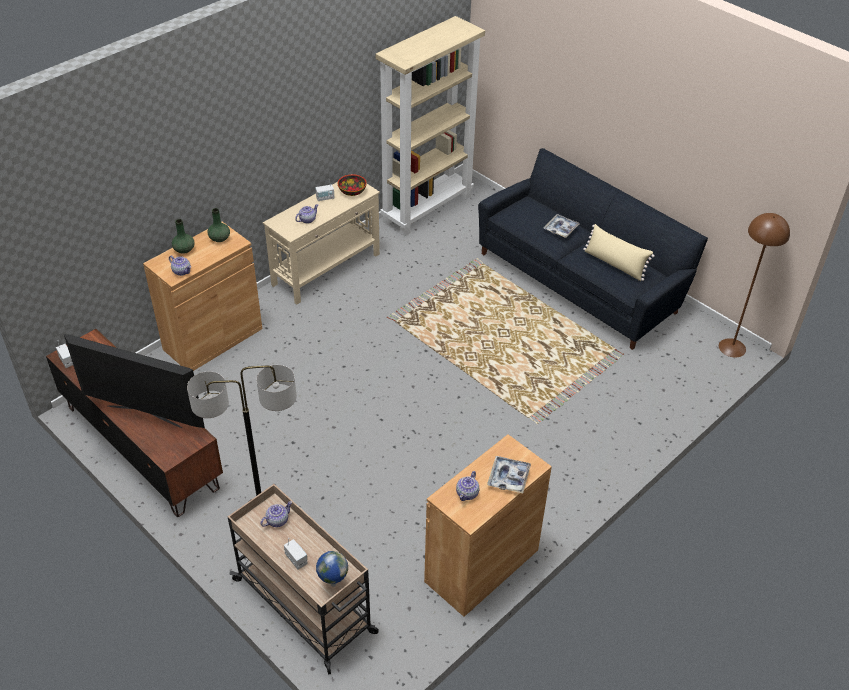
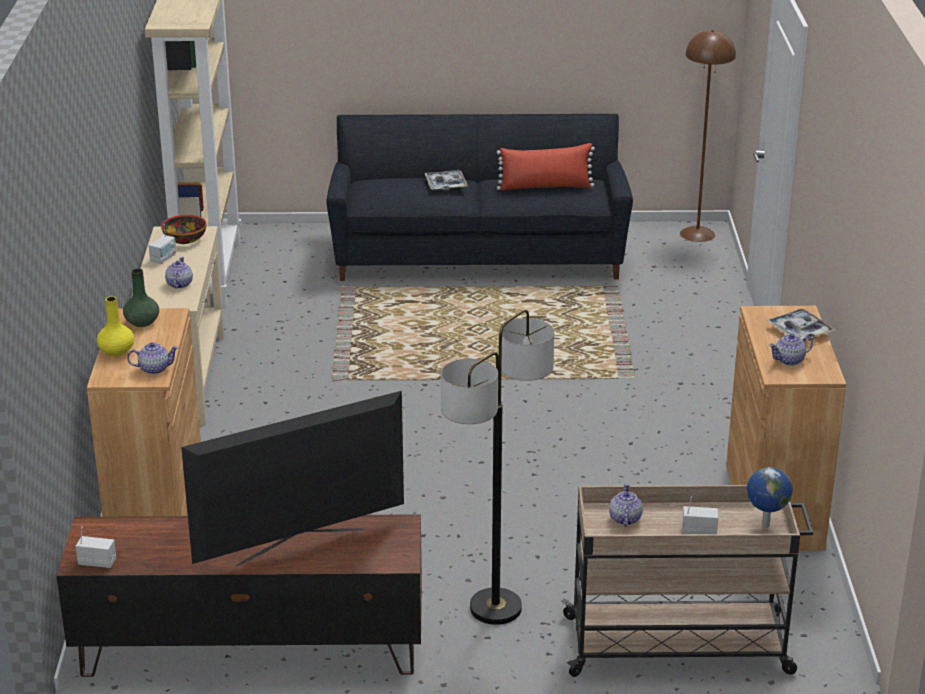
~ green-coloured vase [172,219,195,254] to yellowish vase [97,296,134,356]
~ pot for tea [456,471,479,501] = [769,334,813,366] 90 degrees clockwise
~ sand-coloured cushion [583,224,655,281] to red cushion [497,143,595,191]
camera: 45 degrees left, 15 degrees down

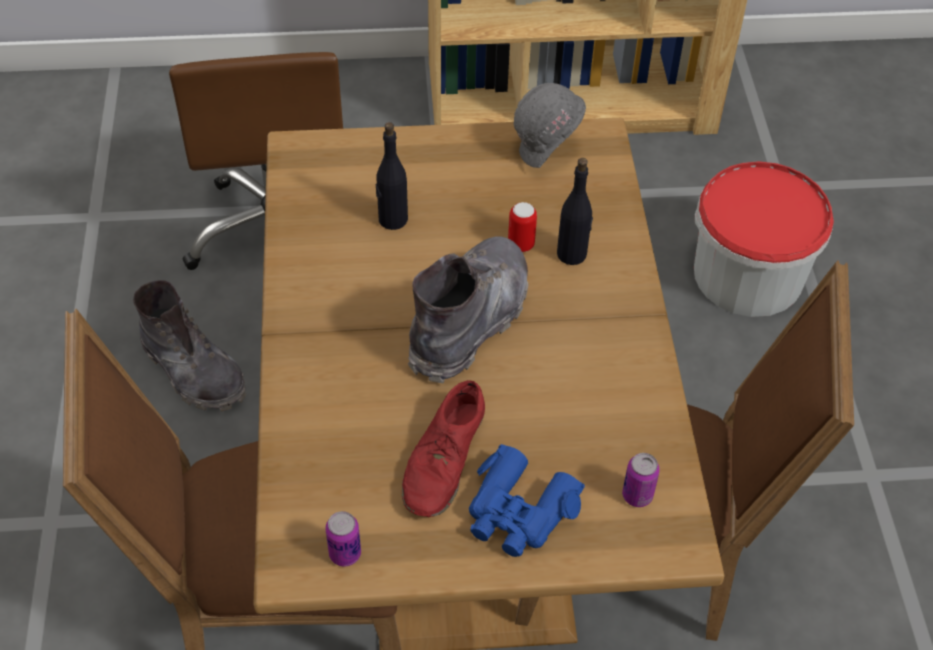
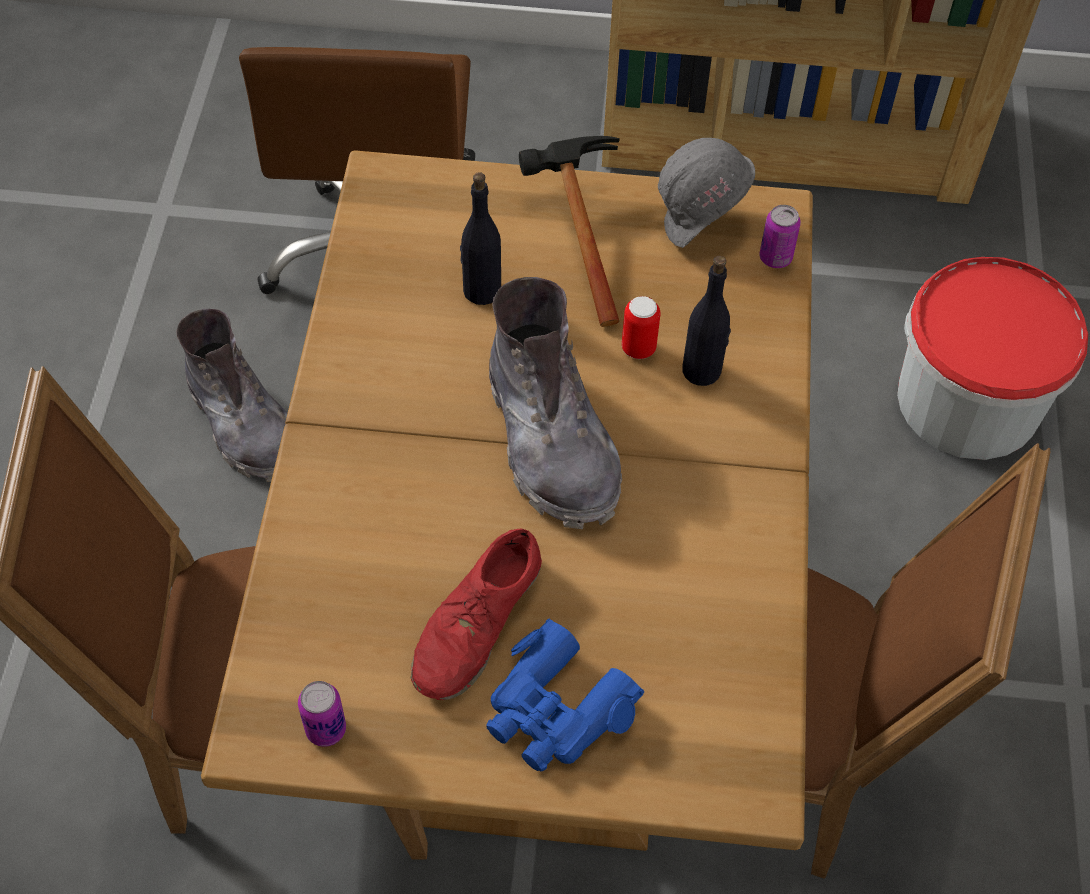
~ greyish tall boot [408,236,529,384] = [489,277,622,529] 120 degrees clockwise
~ can [622,453,660,507] to [759,205,801,268]
+ hammer [519,136,620,327]
camera: 10 degrees right, 5 degrees up

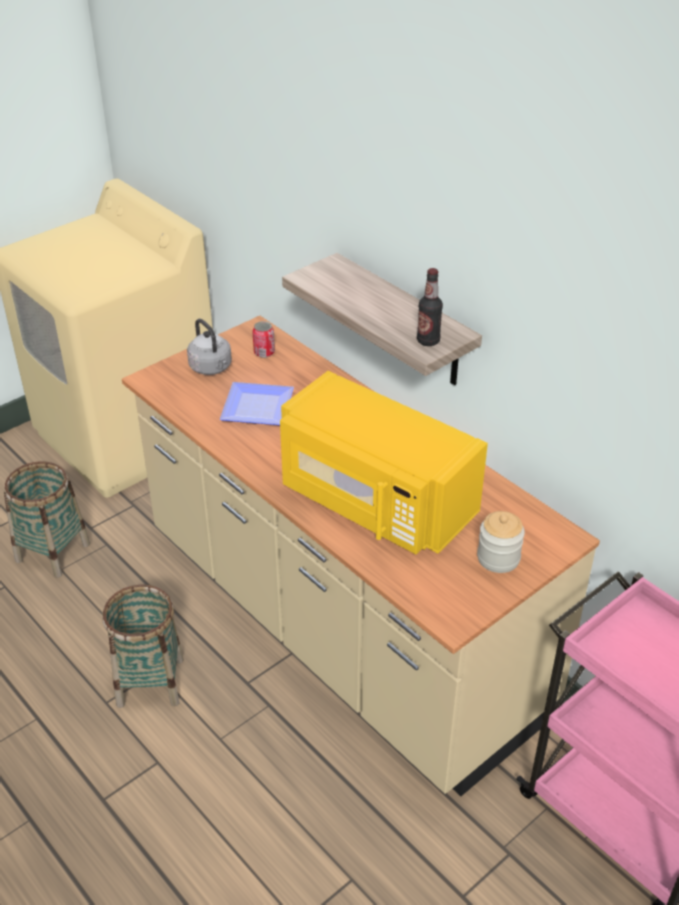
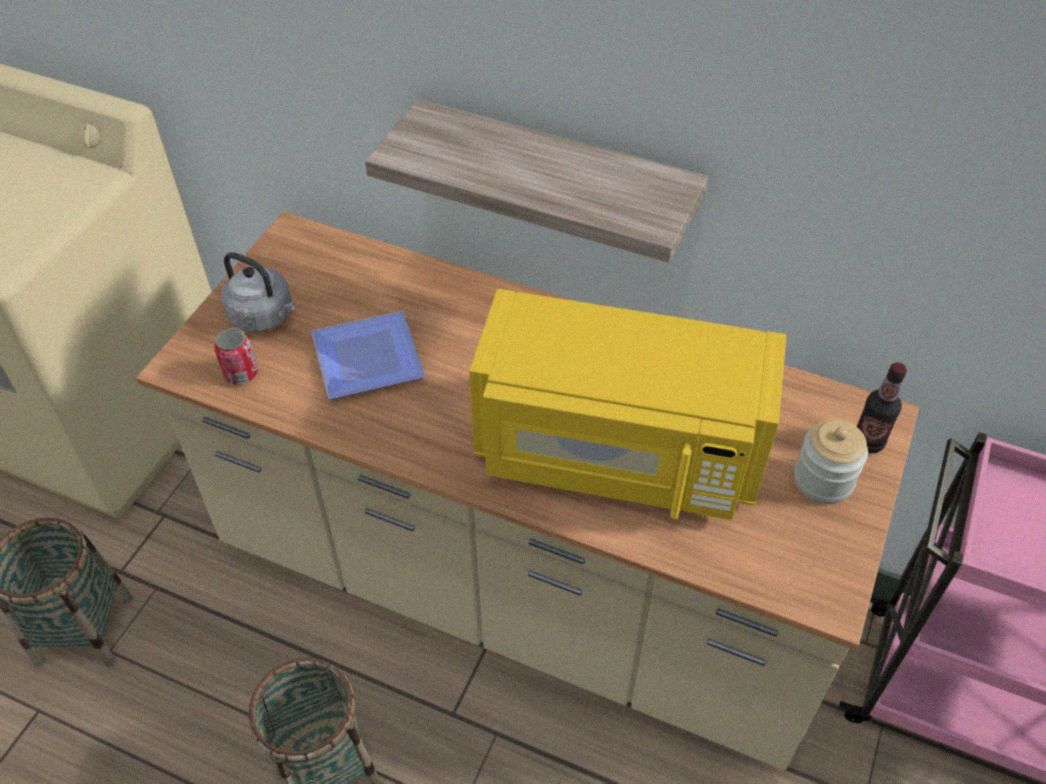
~ can [252,321,275,358] to [214,328,258,385]
~ bottle [417,268,443,346] to [857,362,907,453]
camera: 25 degrees left, 10 degrees up

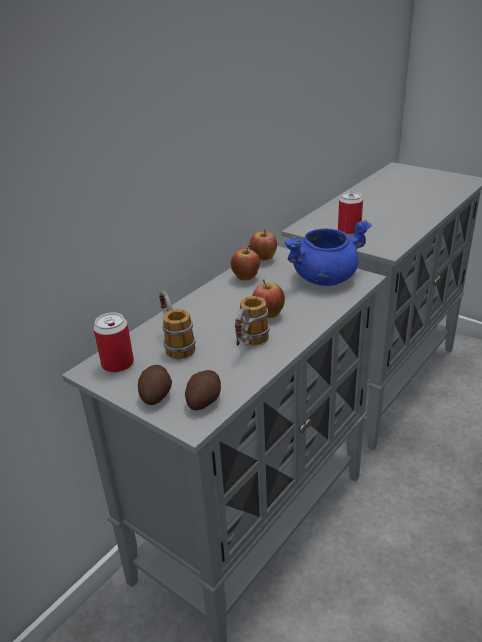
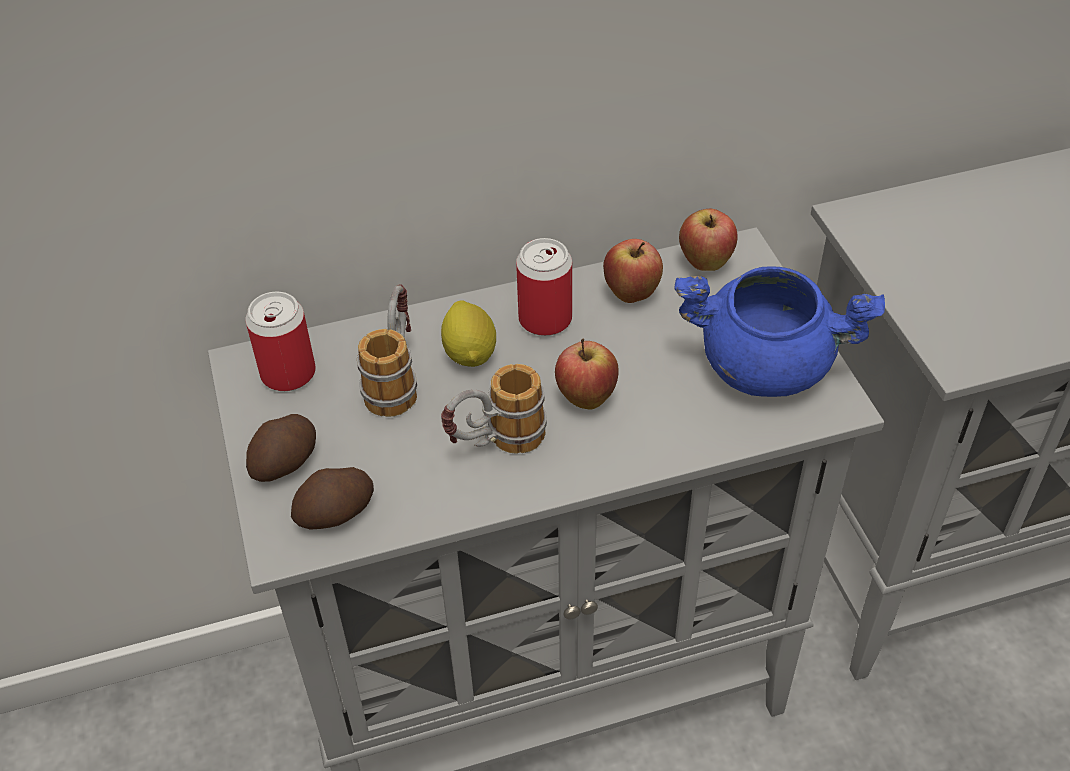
~ can [338,191,363,235] to [516,238,572,336]
+ citrus fruit [441,300,496,367]
camera: 35 degrees right, 15 degrees up

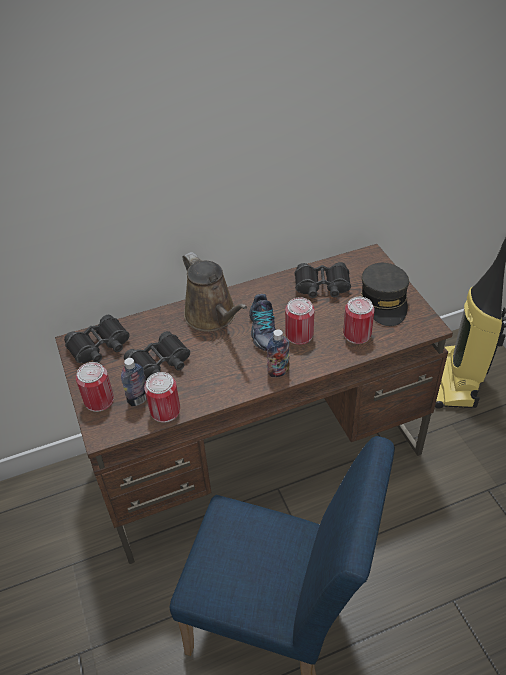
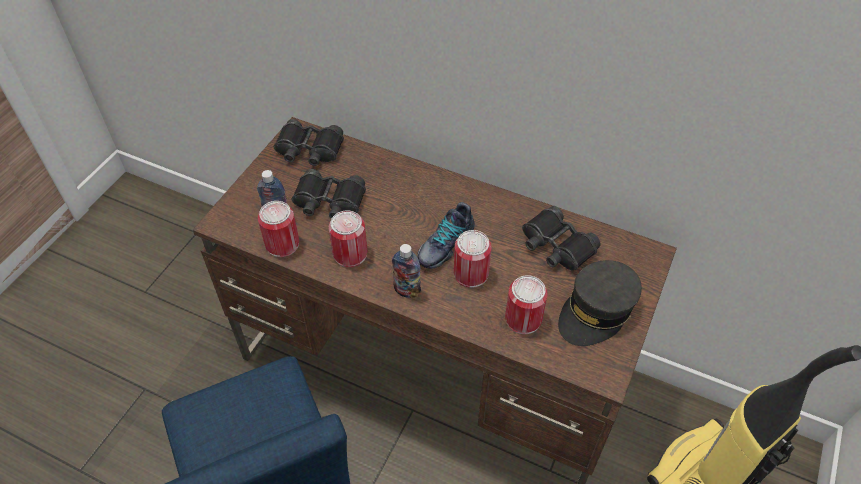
~ can [76,362,114,412] to [329,210,367,267]
- brown-coloured watering can [183,252,247,332]
camera: 45 degrees right, 5 degrees up

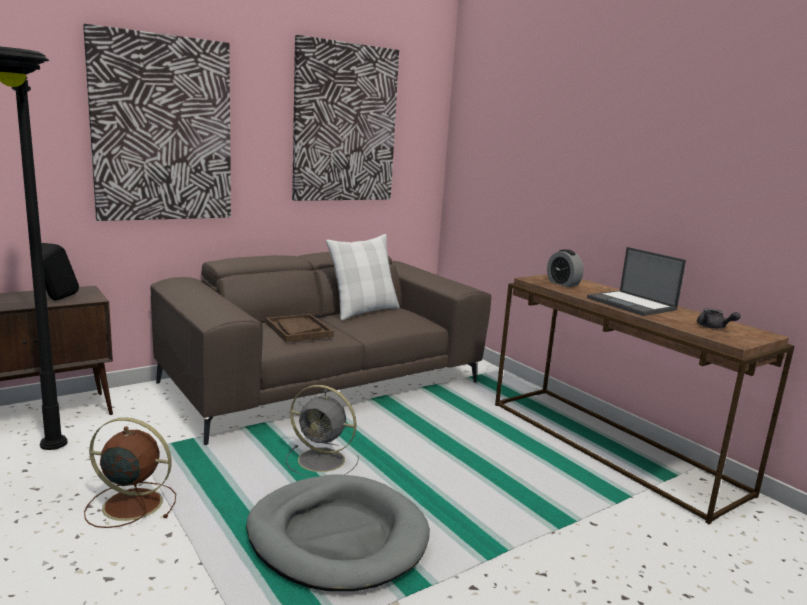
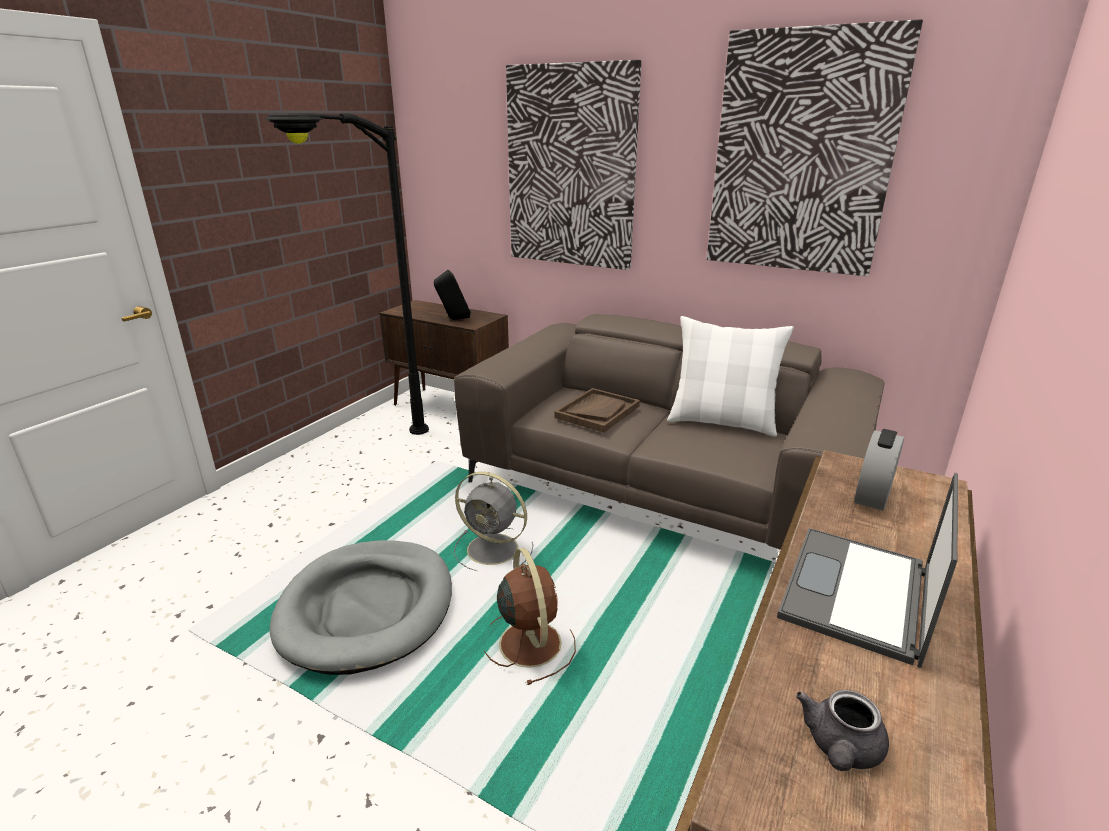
~ brown-coloured fan [84,417,176,528] to [484,548,576,685]
~ greyish fan [286,385,359,477] = [454,472,533,571] 60 degrees counterclockwise
camera: 65 degrees right, 10 degrees up

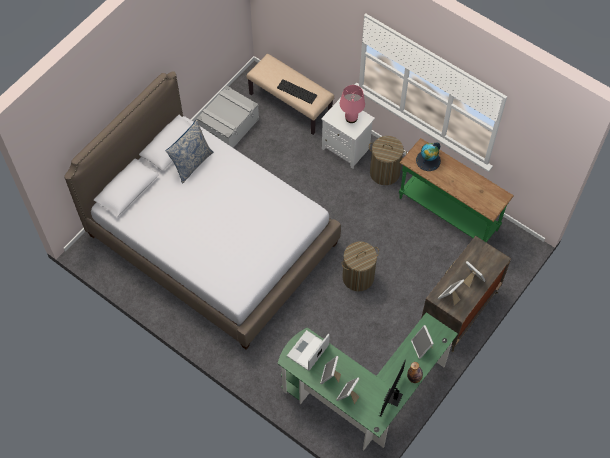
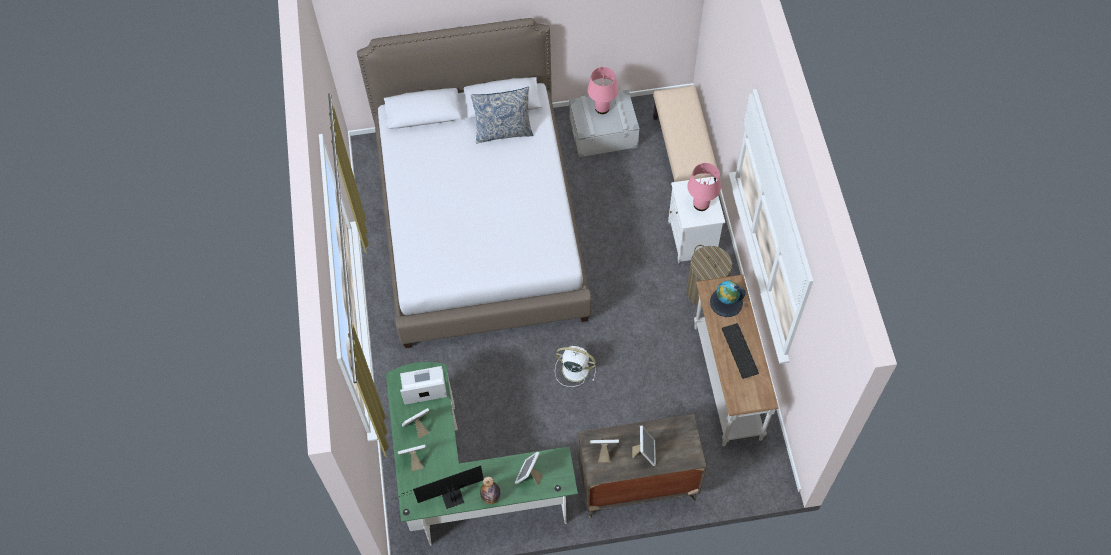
~ keyboard [277,79,317,104] to [722,323,759,379]
~ hamper [341,241,379,291] to white fan [555,346,596,387]
~ green-coloured console table [399,138,514,243] to white console table [694,274,779,447]
+ pink lamp for a table [588,67,618,114]
camera: 45 degrees right, 0 degrees up

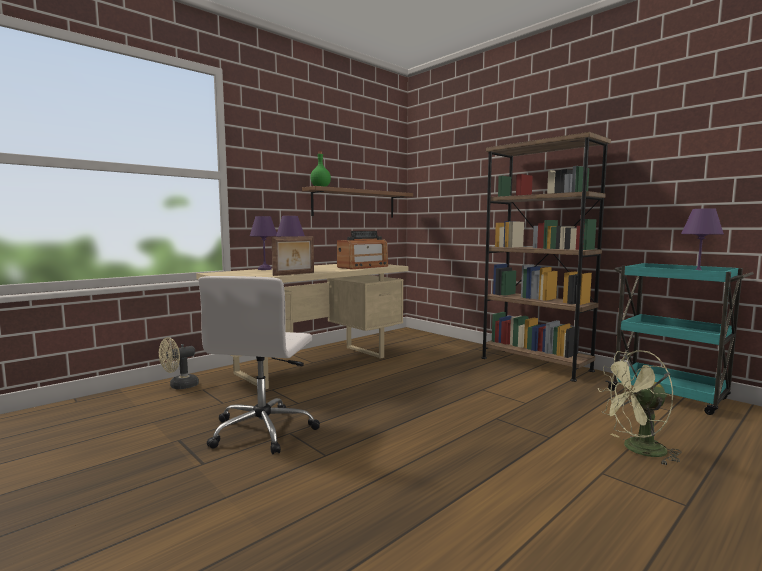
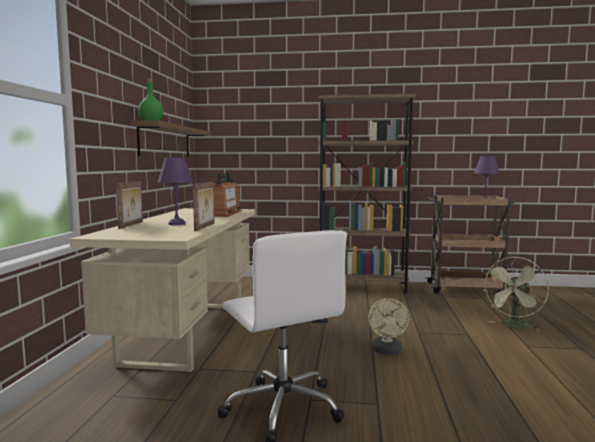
~ sand-coloured fan [159,337,199,389] to [368,298,409,355]
~ purplish lamp for a table [250,216,277,270] to picture frame [116,181,143,229]
~ blue-green cart [605,263,754,415] to brown-coloured cart [425,195,517,294]
camera: 40 degrees left, 0 degrees up

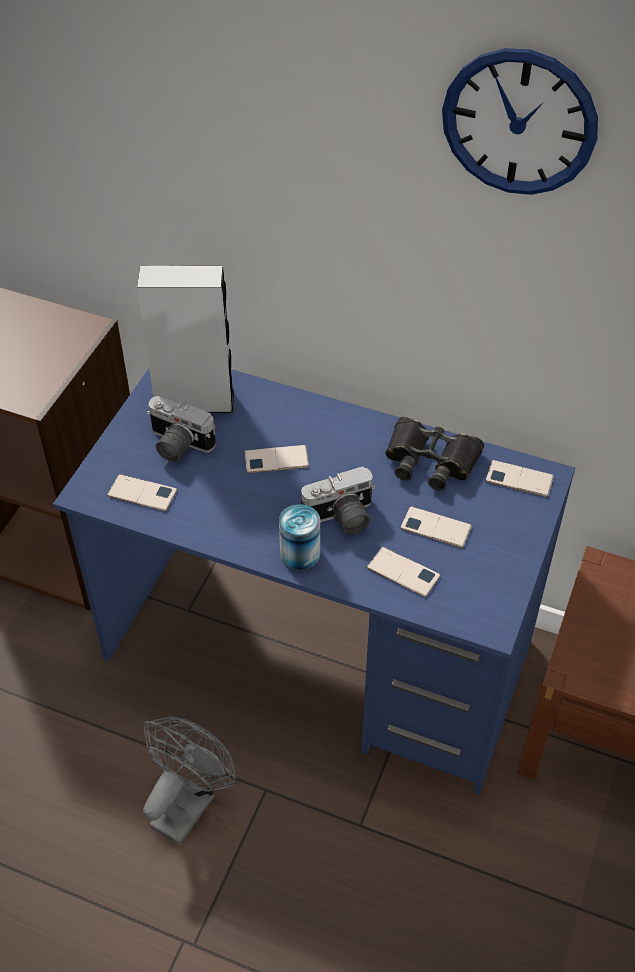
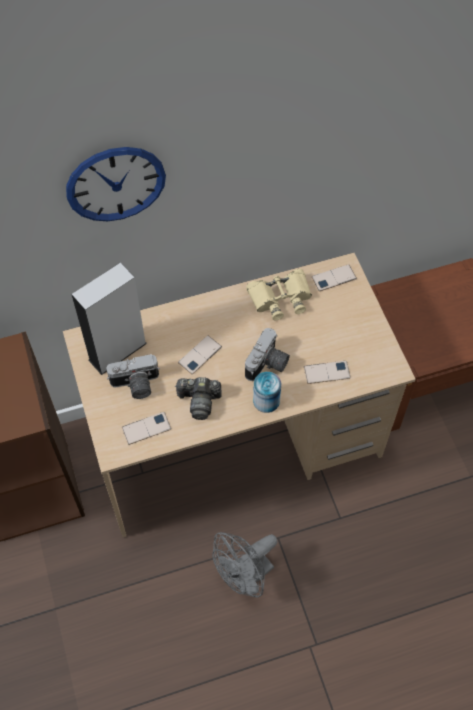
~ bluish desk table [53,369,575,795] to sand-coloured desk table [63,253,416,537]
~ greyish fan [143,716,237,845] = [212,532,278,597] 120 degrees counterclockwise
~ black-coloured field glasses [385,417,484,491] to sand-coloured field glasses [246,269,312,320]
- handset [400,506,472,548]
~ wall clock [442,48,598,195] to [66,147,166,221]
+ photo camera [175,377,222,420]
camera: 40 degrees left, 10 degrees up

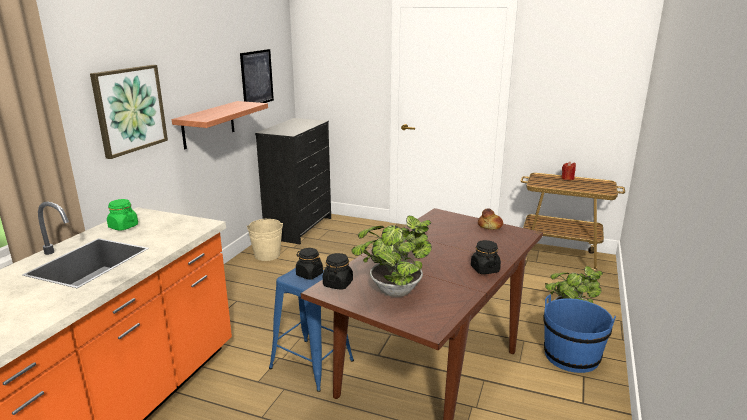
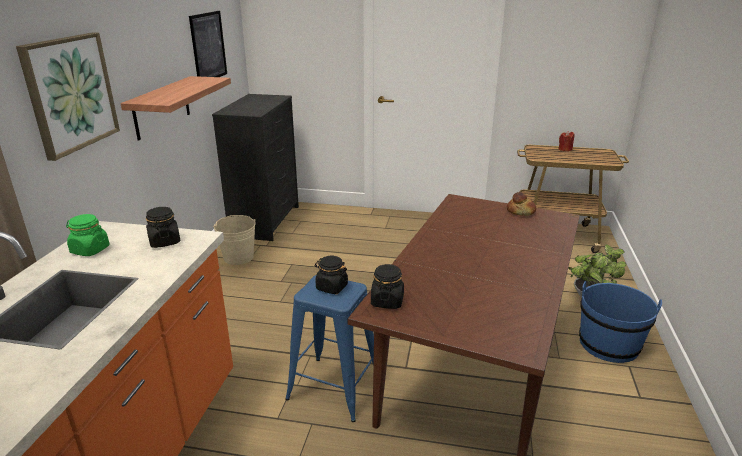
- houseplant [351,216,432,297]
~ black-coloured jar [471,240,501,274] to [146,207,180,248]
camera: 10 degrees left, 5 degrees up

